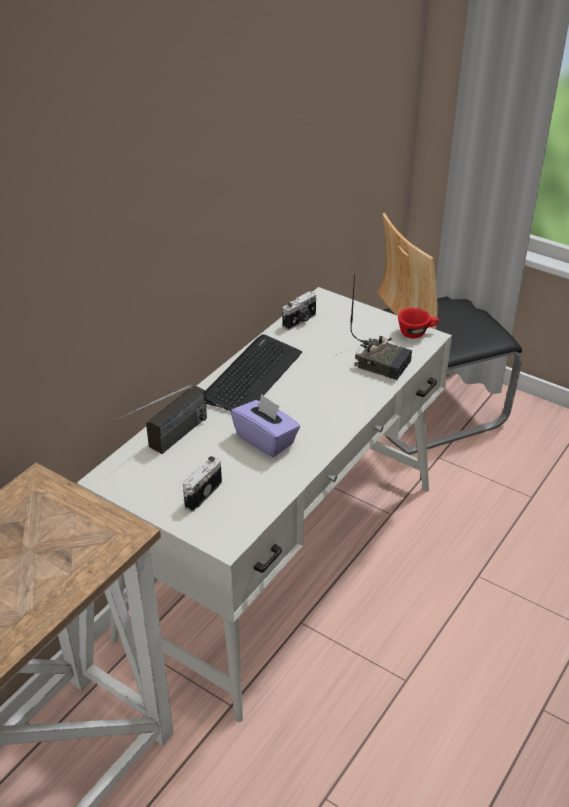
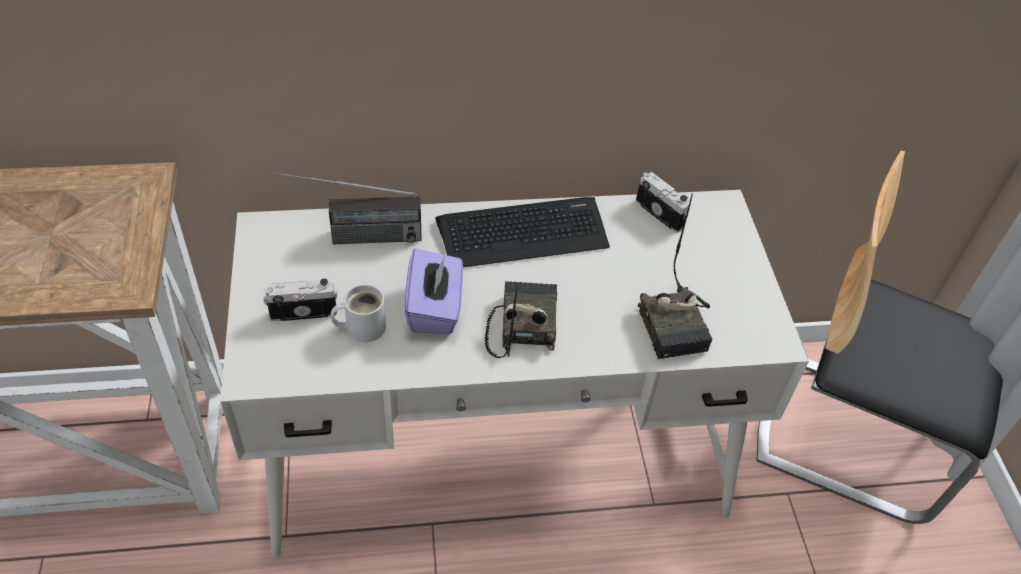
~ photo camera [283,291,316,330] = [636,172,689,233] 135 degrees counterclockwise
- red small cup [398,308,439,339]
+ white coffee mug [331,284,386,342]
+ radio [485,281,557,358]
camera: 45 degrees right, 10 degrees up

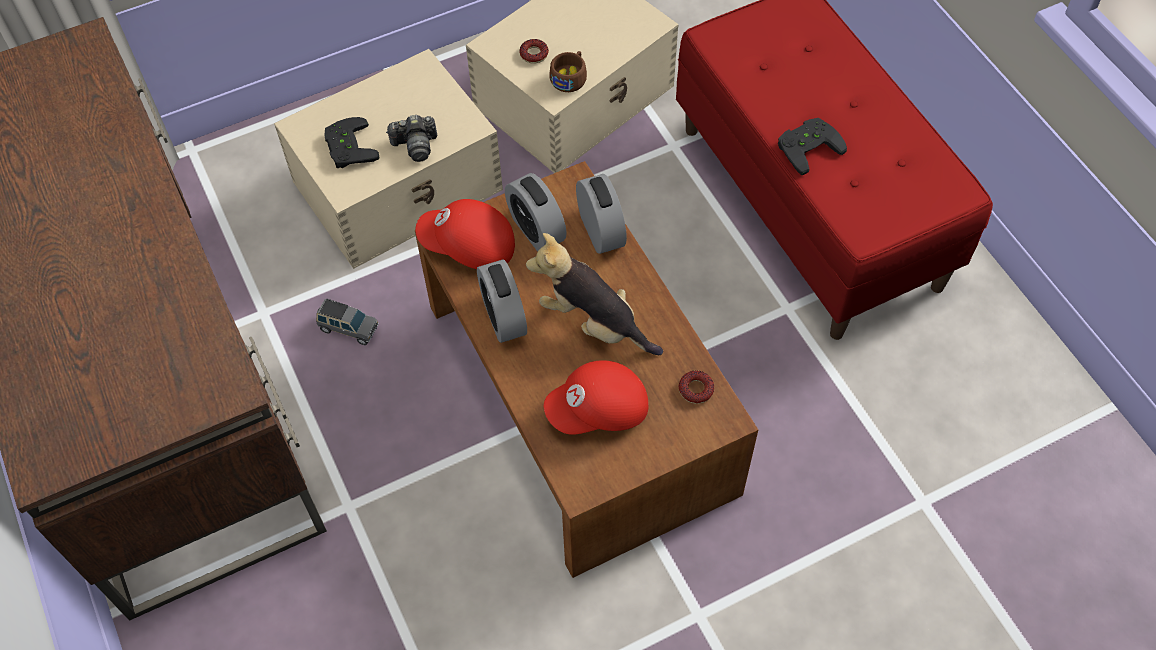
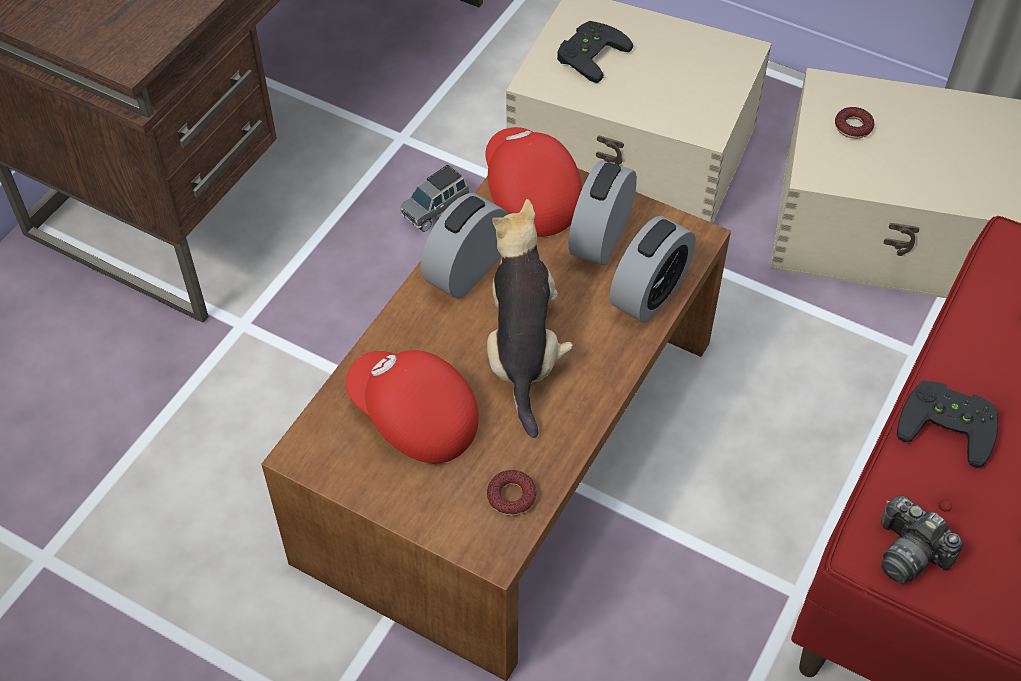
~ greyish miniature car [316,299,379,345] = [400,164,469,232] 60 degrees clockwise
~ photo camera [386,115,437,162] to [881,496,963,583]
- brown-coloured small cup [549,51,587,92]
camera: 55 degrees right, 5 degrees down

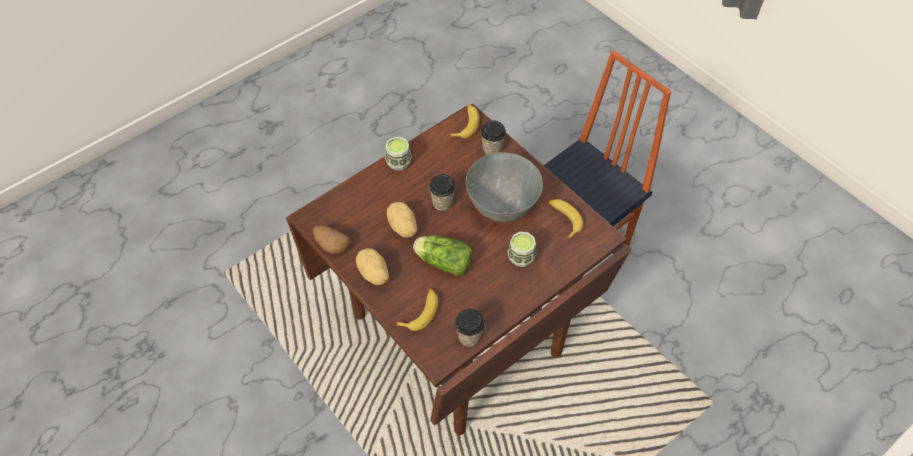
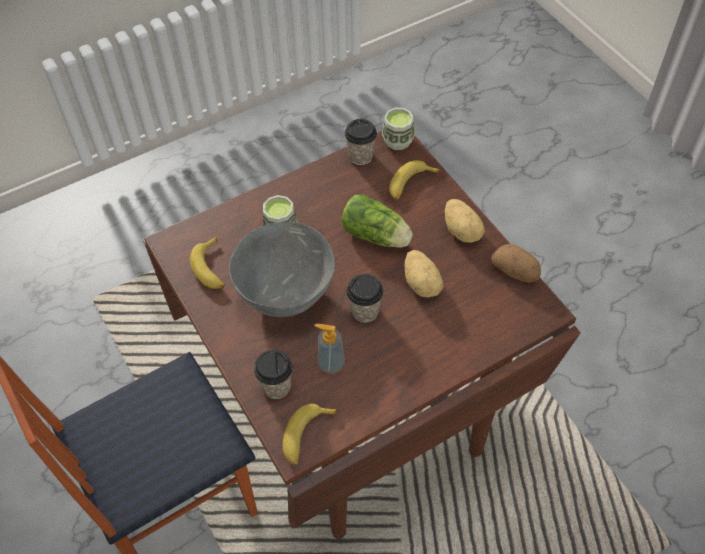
~ small cup [385,137,412,171] to [382,108,415,150]
+ liquid soap bottle [314,324,345,374]
camera: 170 degrees left, 0 degrees up

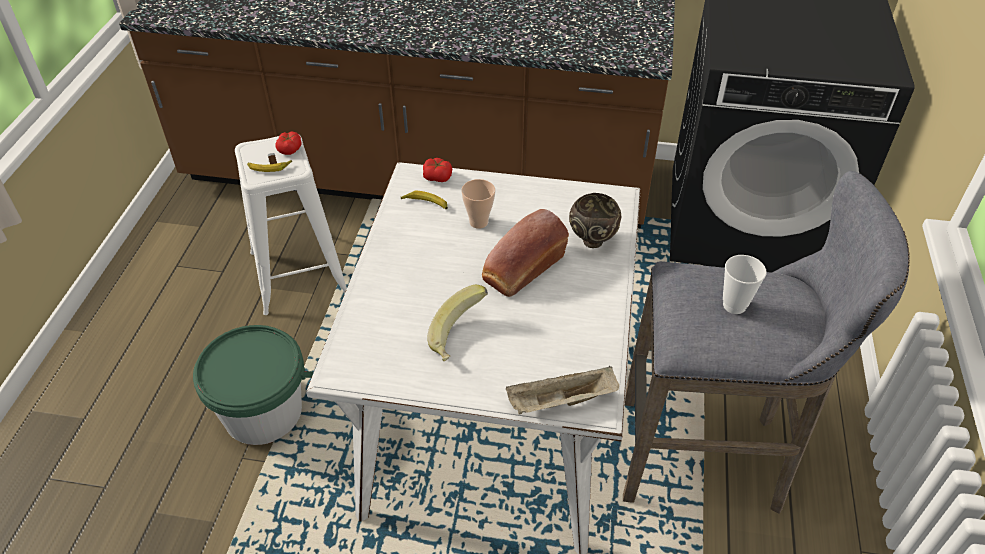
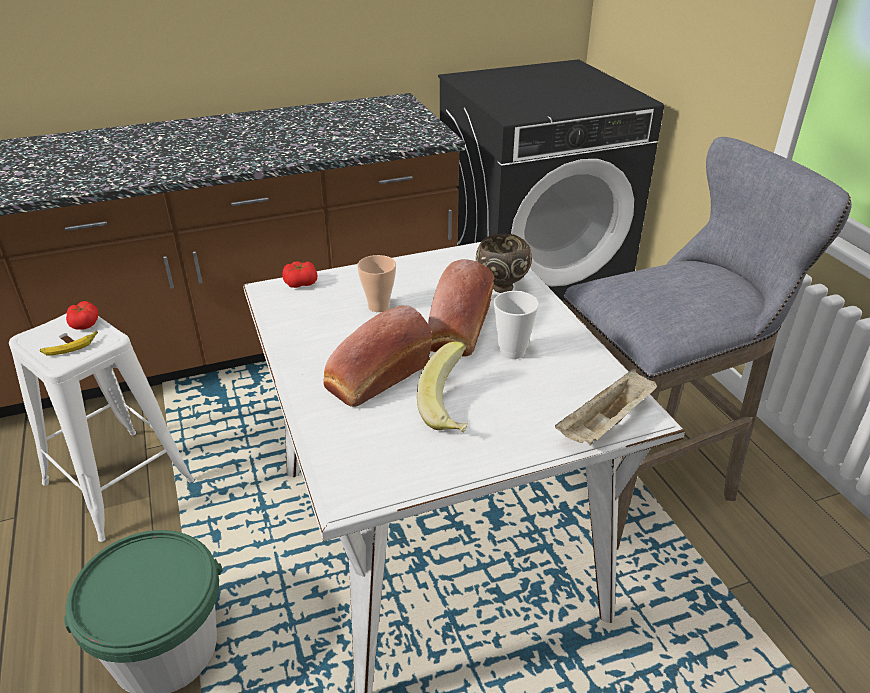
- whole banana [401,191,448,209]
~ small cup [723,255,766,314] to [493,291,539,359]
+ bread [323,305,432,407]
camera: 30 degrees left, 10 degrees down

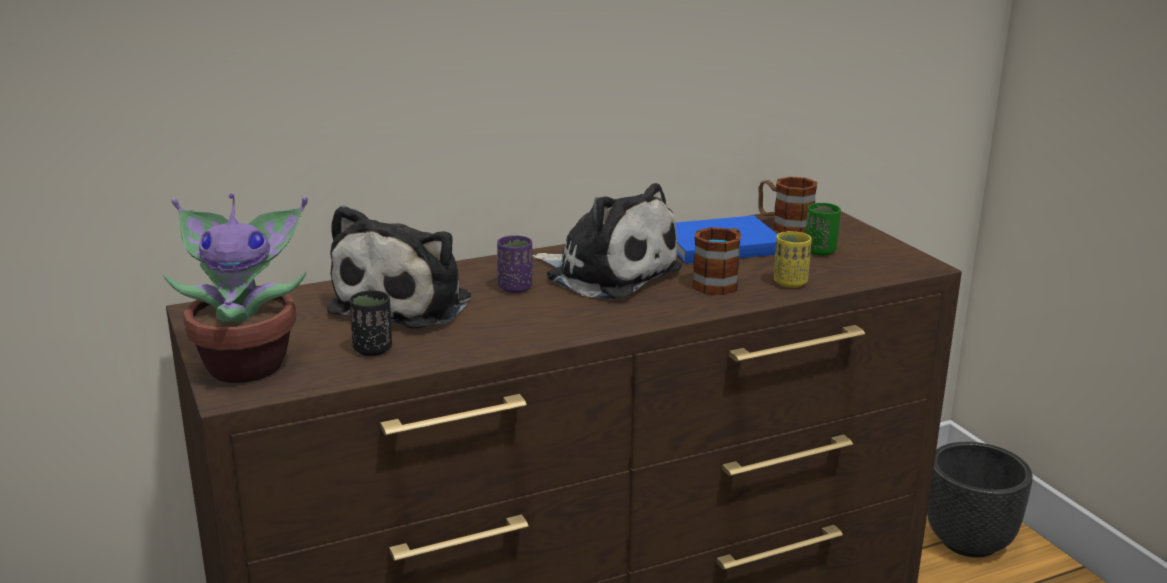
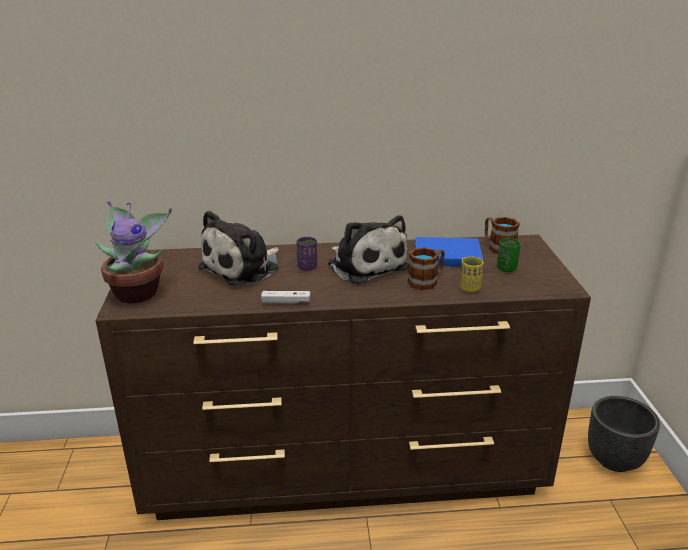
- black-coloured small cup [349,290,392,356]
+ white gamepad [261,291,311,304]
camera: 20 degrees right, 5 degrees up

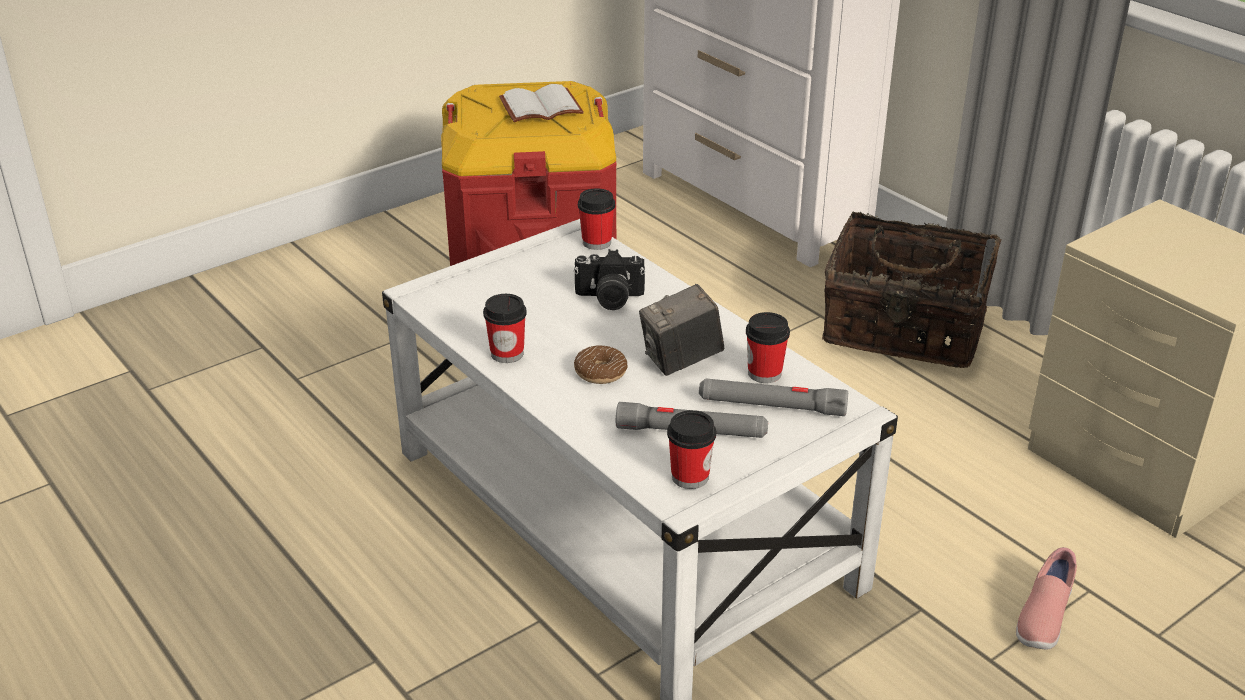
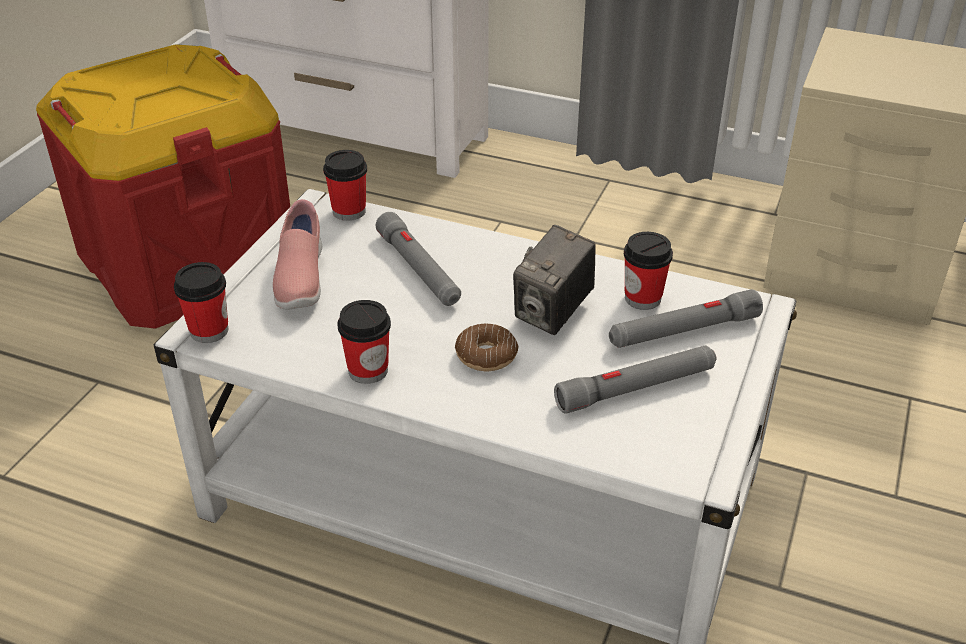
- white bound book [499,84,584,122]
~ photo camera [573,249,645,310] to greyish hand torch [376,212,461,306]
~ small cup [667,410,716,489] to [174,262,228,343]
- household basket [822,212,1001,368]
~ pink shoe [1016,547,1077,650] to [273,199,322,310]
camera: 30 degrees left, 5 degrees up

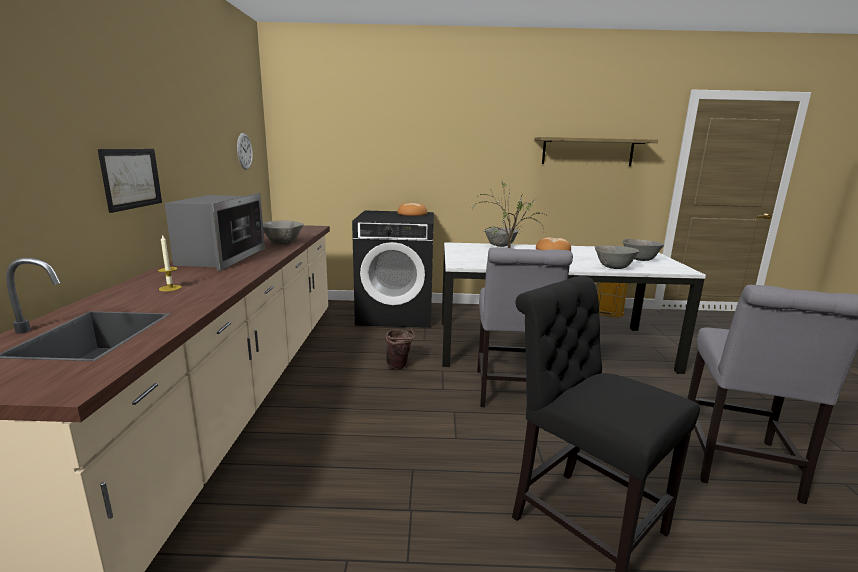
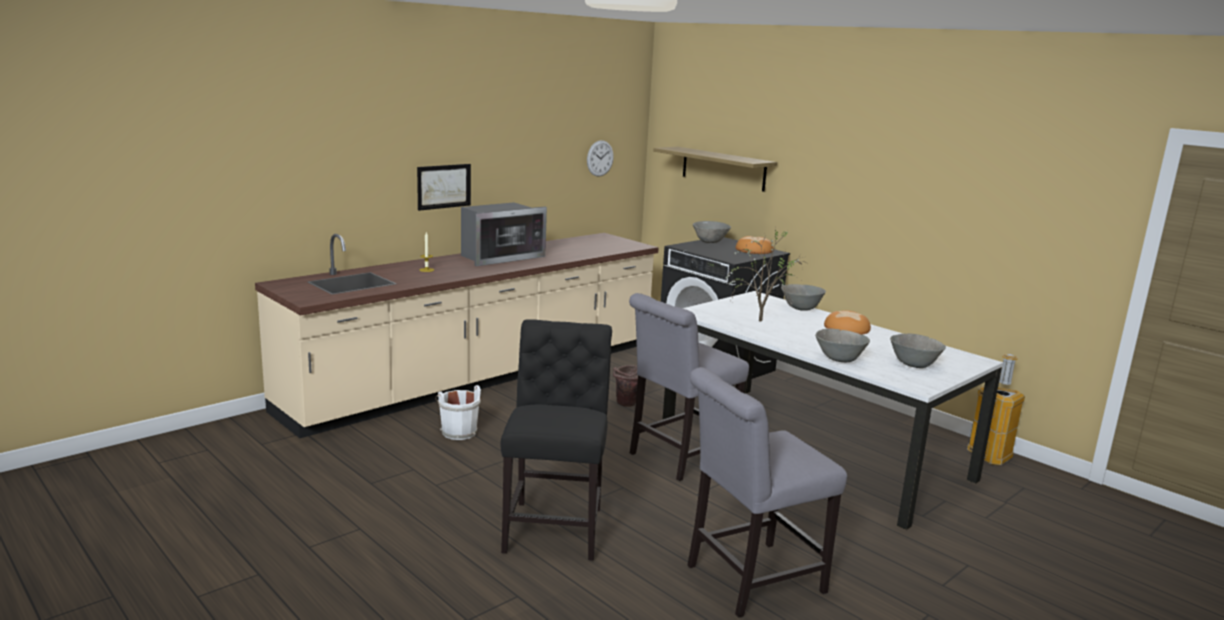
~ greyish serving bowl [263,221,304,244] to [693,221,731,243]
~ bracket shelf [534,137,658,166] to [653,147,777,192]
+ white bucket [435,385,481,440]
camera: 45 degrees right, 0 degrees up

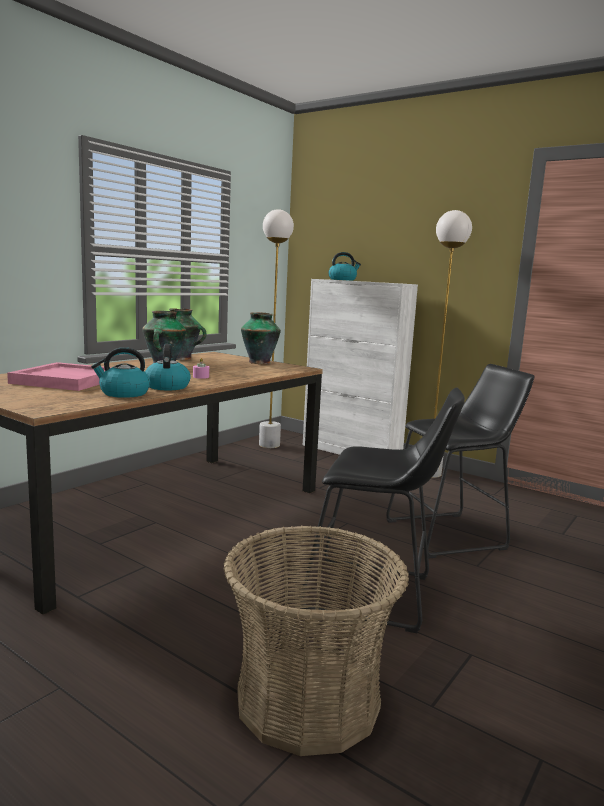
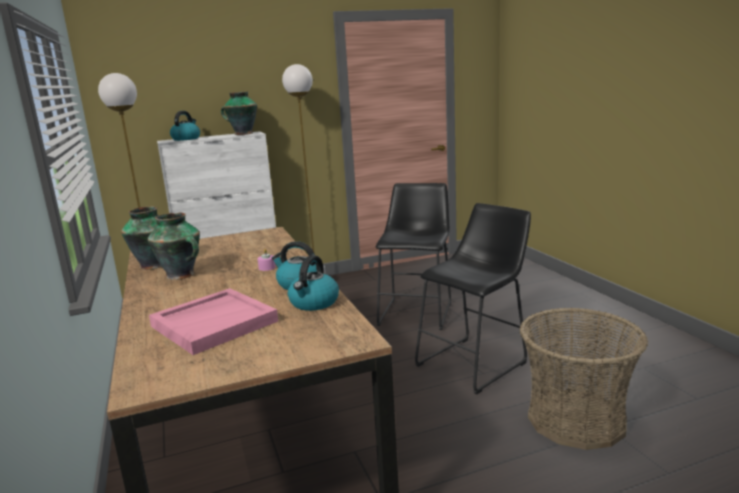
~ vase [241,312,281,364] to [221,92,257,135]
camera: 55 degrees left, 5 degrees up

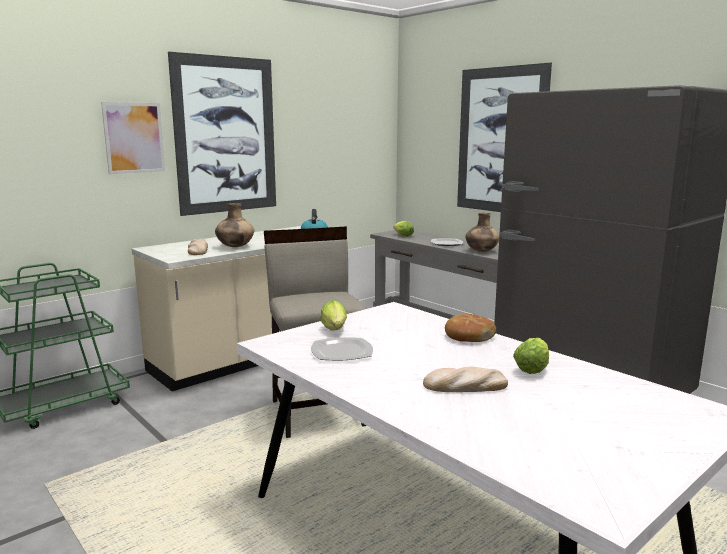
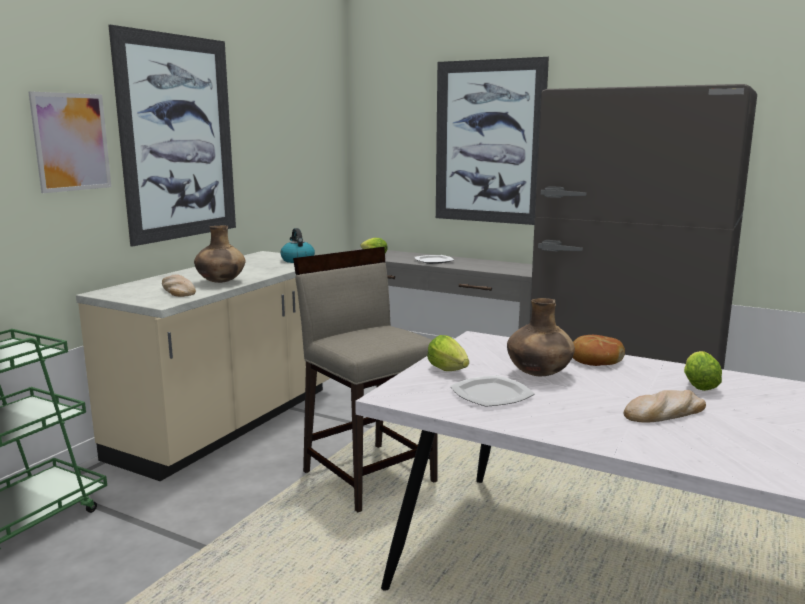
~ brown-coloured vase [466,213,499,252] to [507,298,575,376]
camera: 20 degrees left, 0 degrees up

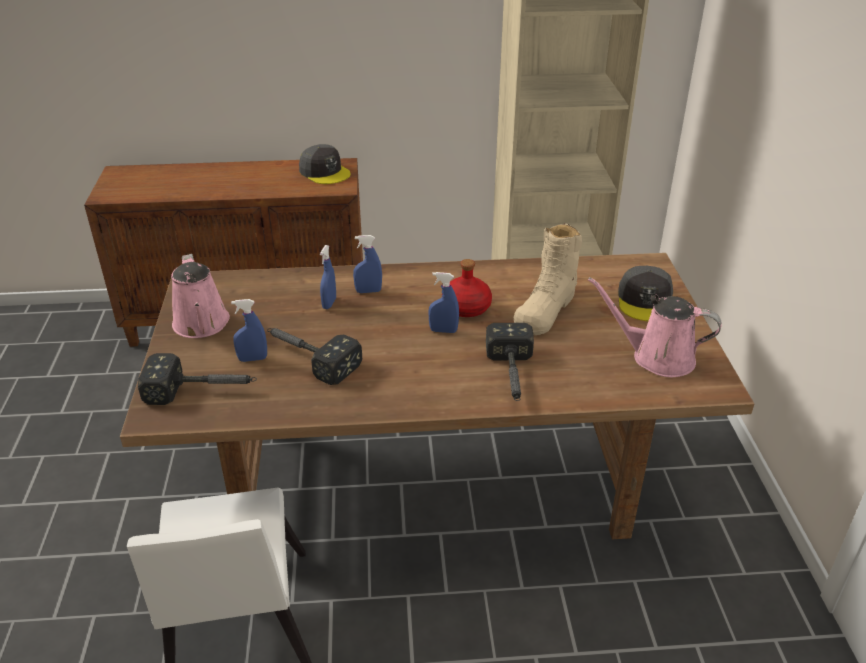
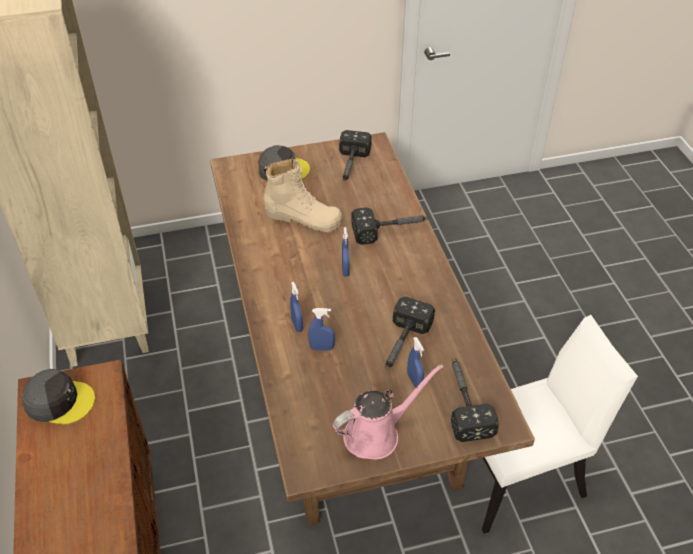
~ greyish baseball cap [299,144,351,184] = [22,369,95,425] 60 degrees clockwise
- red bottle [450,259,492,317]
~ pink watering can [588,277,722,377] to hammer [339,130,372,181]
camera: 100 degrees left, 10 degrees up

